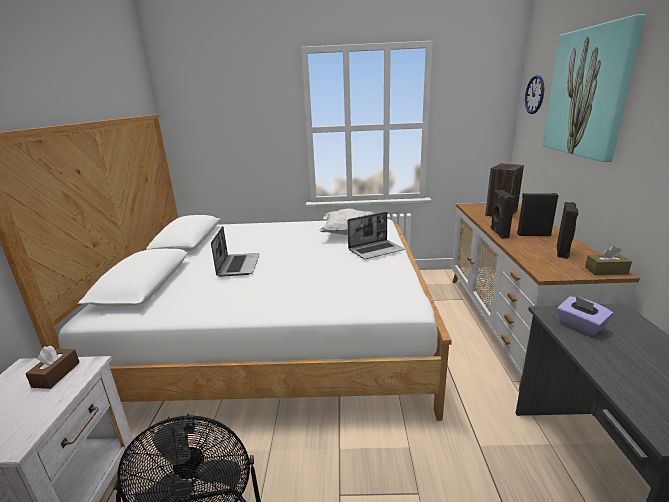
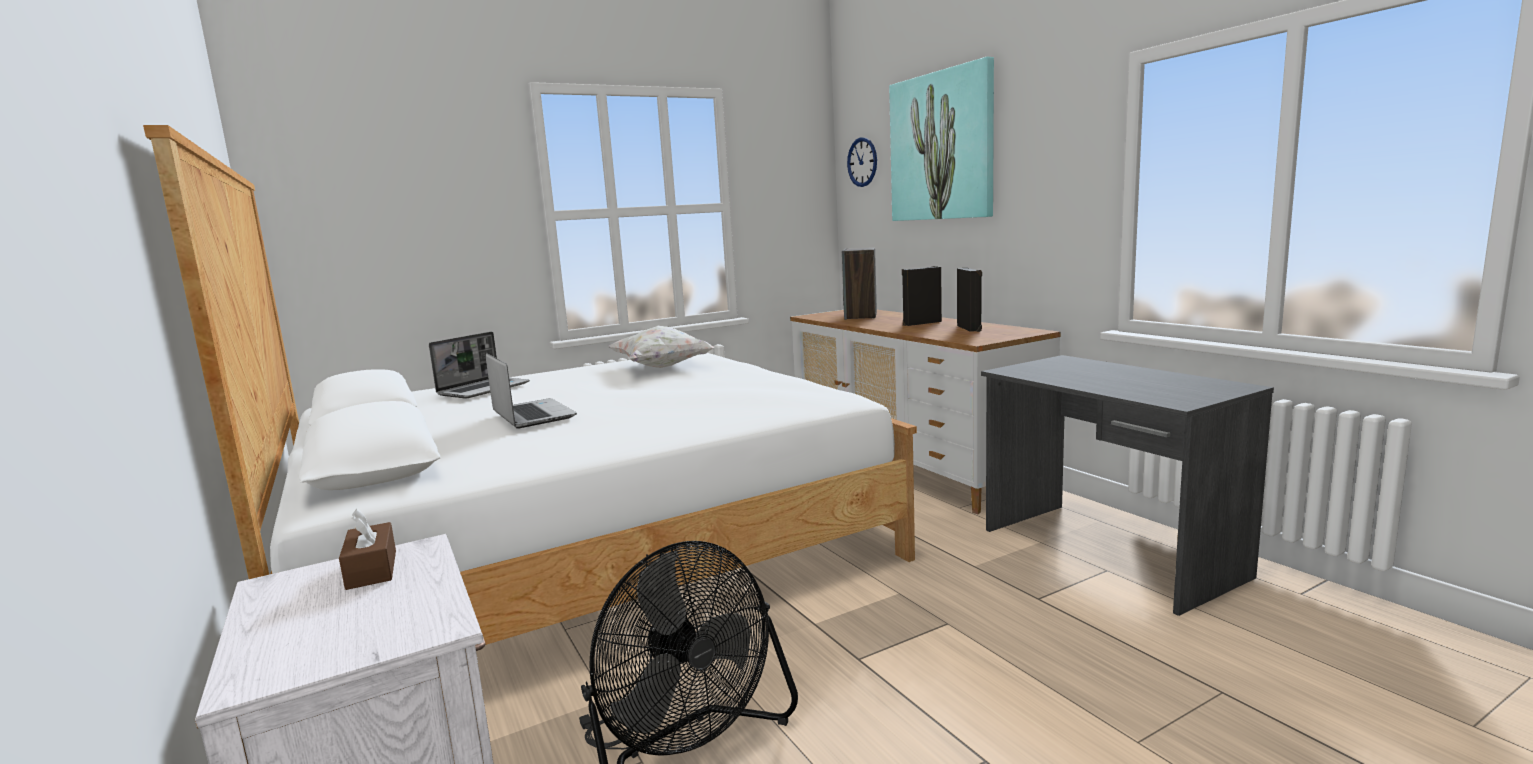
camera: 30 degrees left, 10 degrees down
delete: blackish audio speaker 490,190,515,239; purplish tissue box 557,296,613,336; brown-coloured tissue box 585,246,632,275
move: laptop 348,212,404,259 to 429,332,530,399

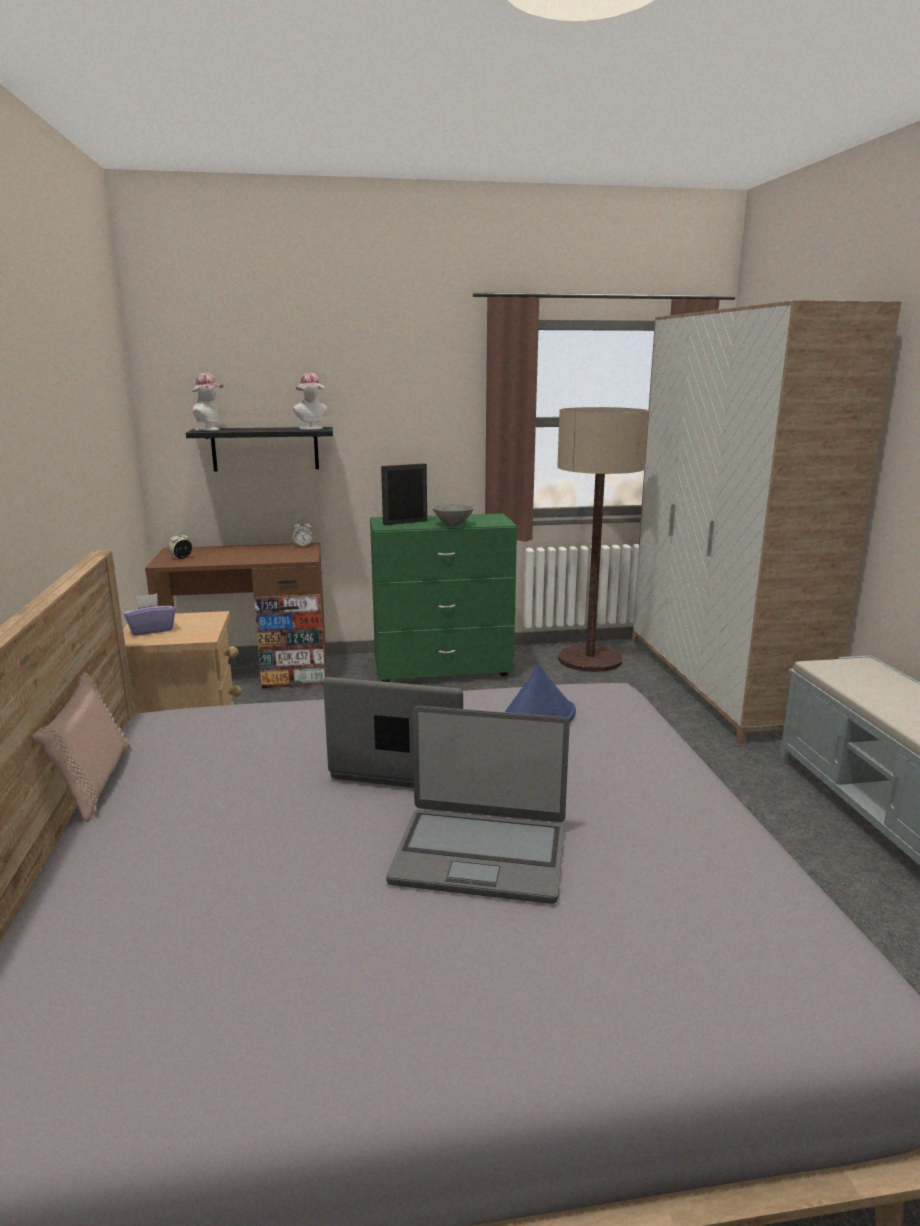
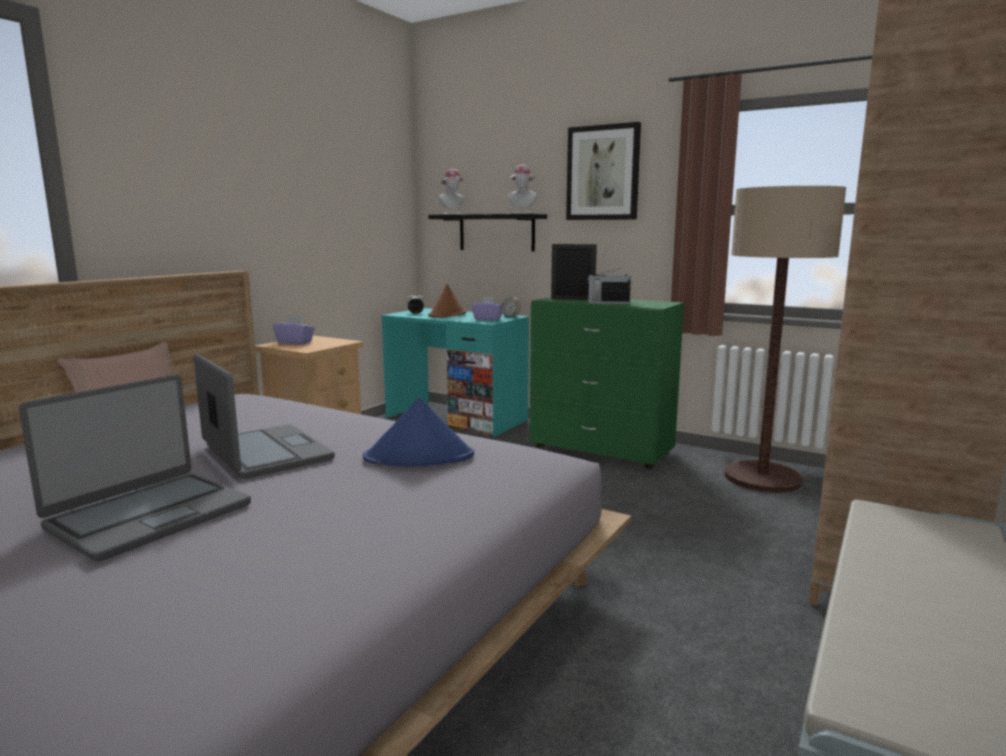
camera: 40 degrees right, 5 degrees down
insert: brown-coloured wearable hat 429,284,466,318; purplish tissue box 472,296,504,321; wall picture 566,122,641,220
replace: greyish bowl 433,504,474,526 to radio receiver 587,268,631,304
recolor: brown-coloured desk unit 145,543,326,689 to blue-green desk unit 381,308,529,437
rotate: laptop 386,706,570,904 = 19,374,251,562 105 degrees counterclockwise

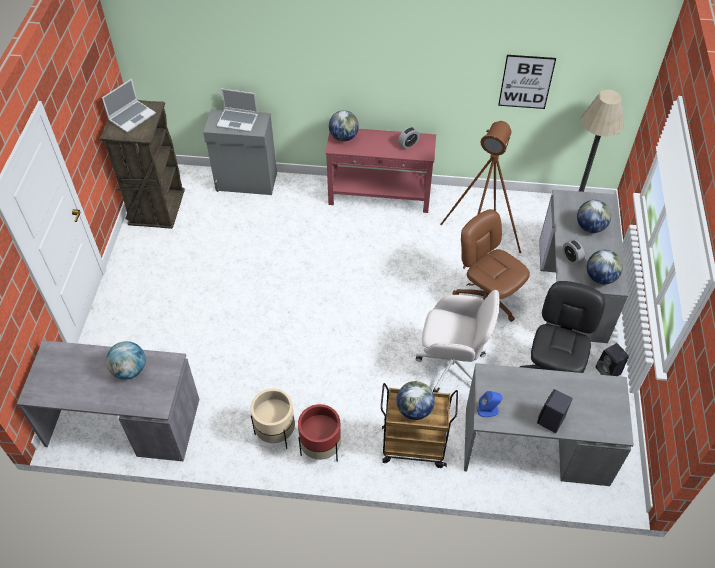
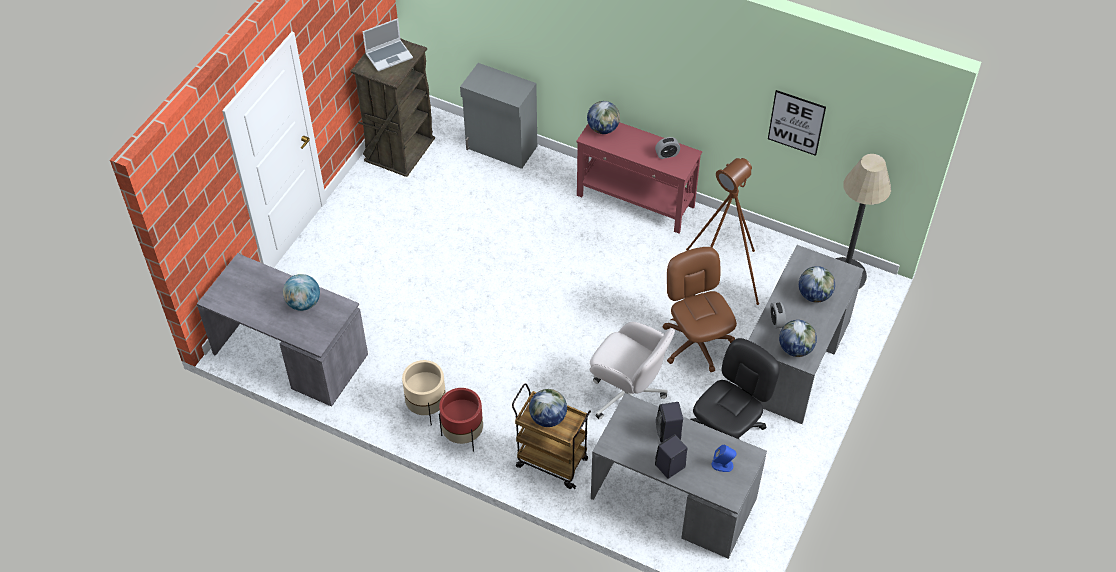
camera: 20 degrees right, 0 degrees up
delete: laptop 217,88,258,132
move: bluish audio speaker 477,391,502,417 to 712,445,736,472; blackish audio speaker 596,343,629,376 to 656,402,683,443

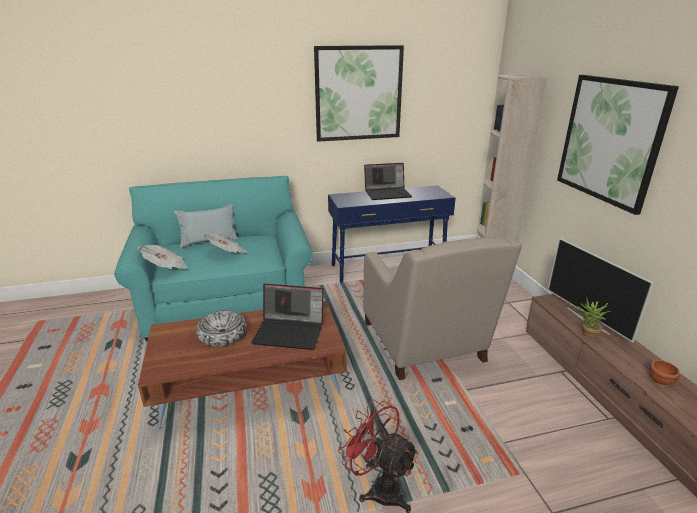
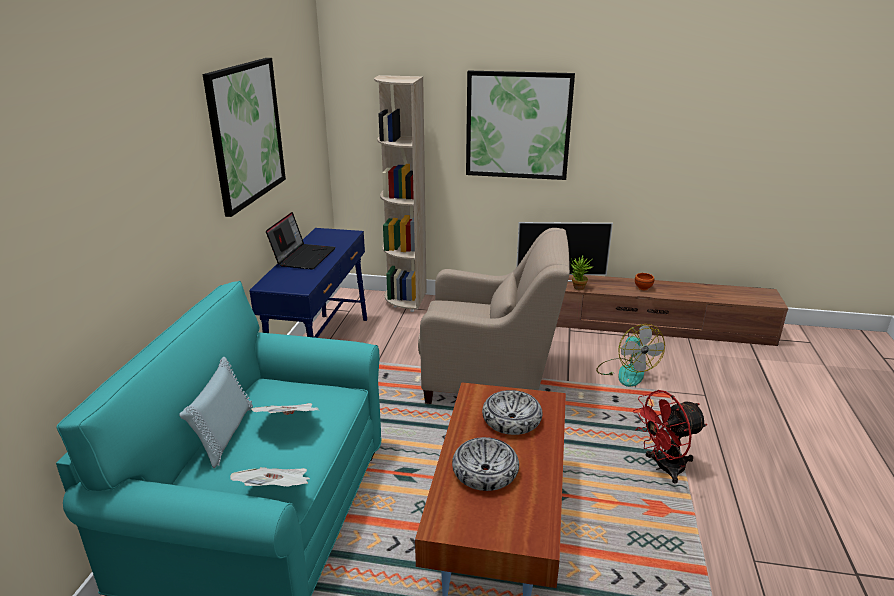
camera: 65 degrees left, 0 degrees up
insert: cooling fan 596,324,665,387
replace: laptop 251,284,324,350 to bowl 482,390,542,435

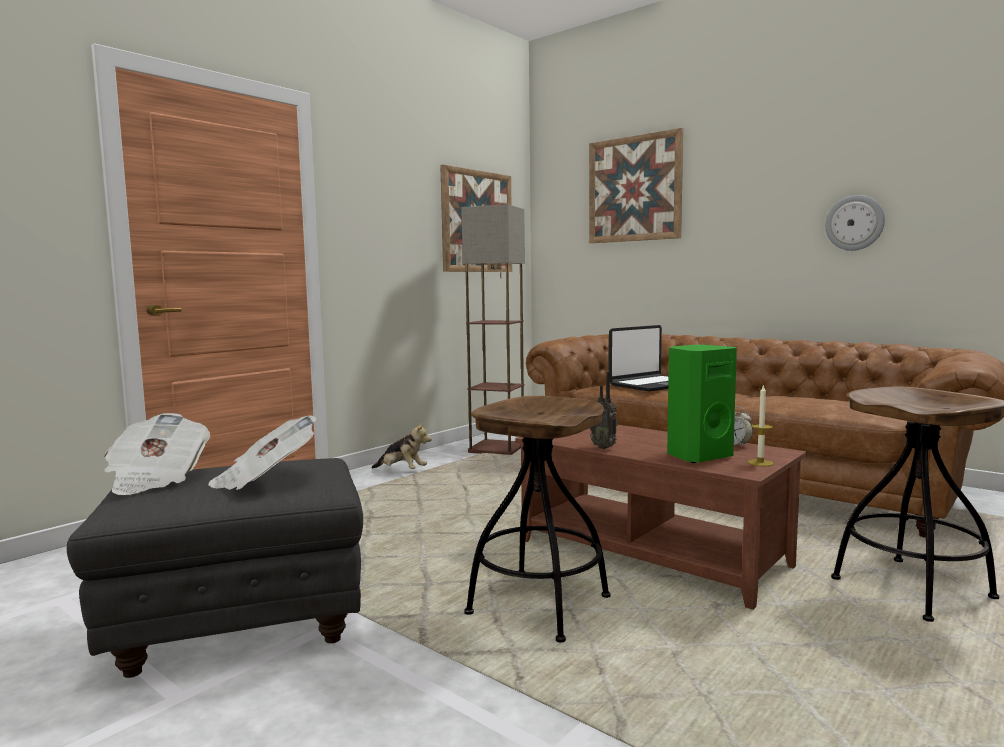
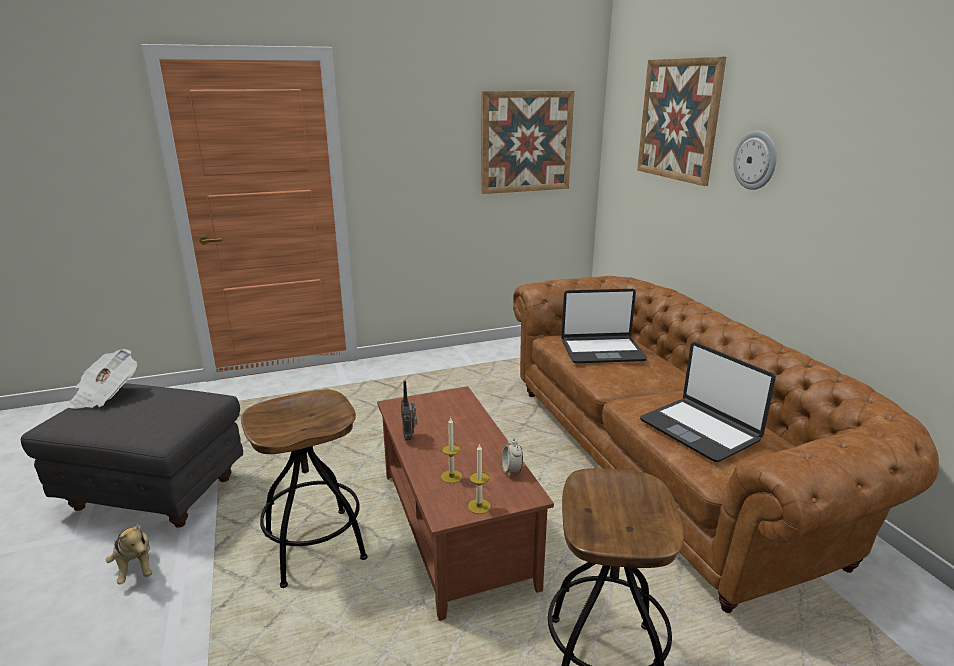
camera: 30 degrees right, 15 degrees up
delete: newspaper 208,415,317,490; standard lamp 461,204,525,455
insert: laptop 640,342,776,462
move: soft toy 371,422,432,469 to 106,520,152,584; hanging clock 825,195,885,251 to 733,131,776,190
replace: greenish audio speaker 667,345,737,463 to wax candle 441,417,462,483

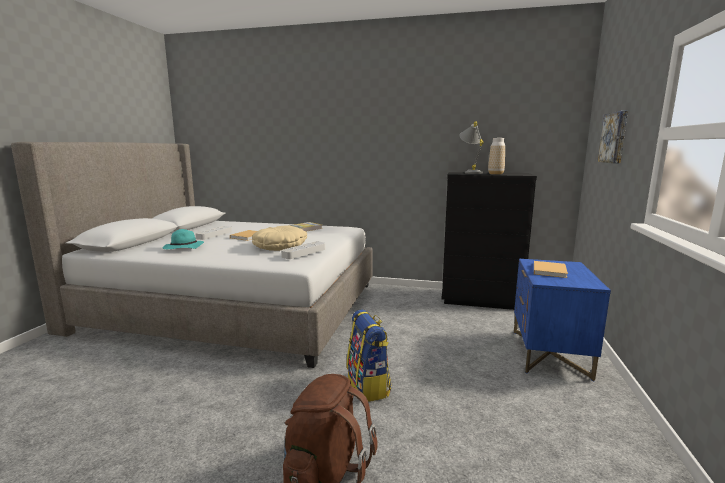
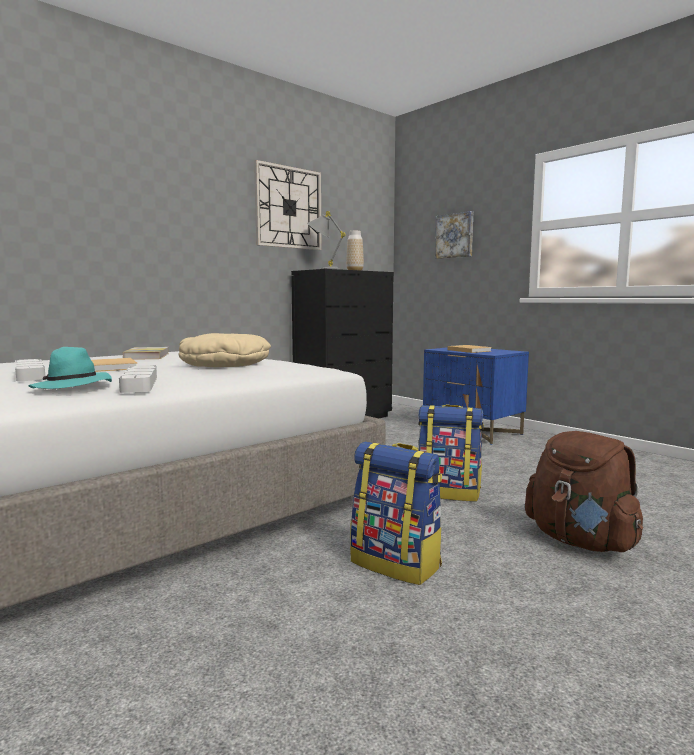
camera: 55 degrees left, 5 degrees down
insert: hanging clock 254,160,322,250; rucksack 350,442,442,585
move: greyish tray 281,241,325,259 to 119,365,157,393

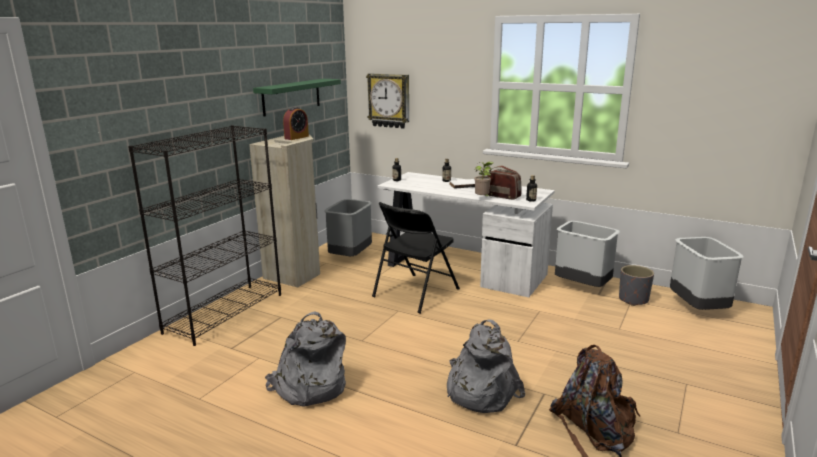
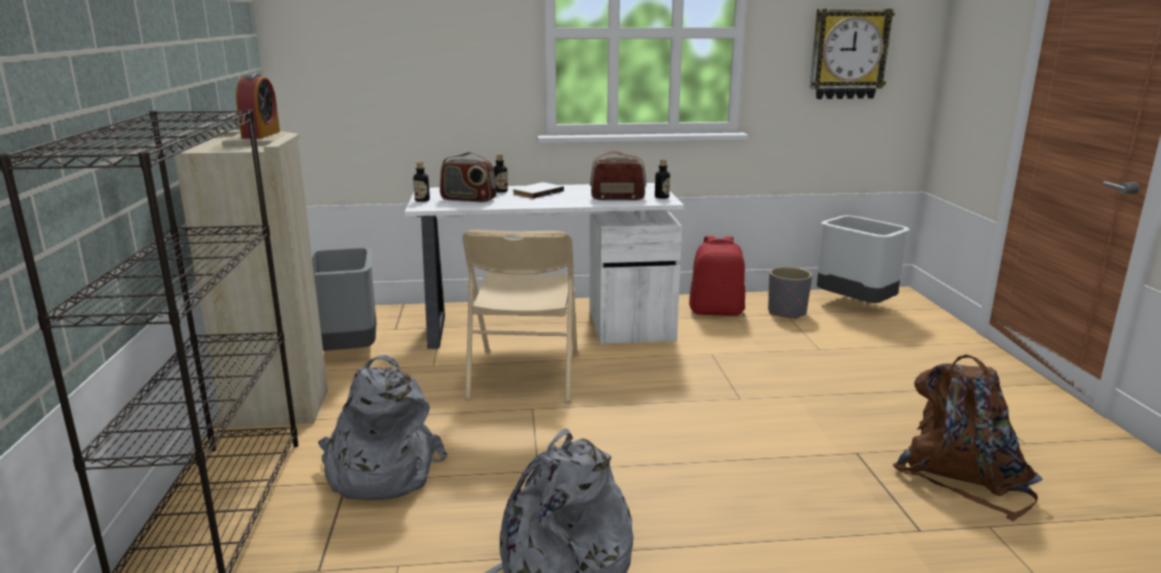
camera: 35 degrees left, 0 degrees up
delete: greenish wall shelf 253,79,341,117; plant in a pot 474,161,494,196
insert: radio receiver 440,152,497,203
move: hanging clock 366,73,409,129 to 810,9,895,99; greyish rucksack 447,319,525,413 to 318,355,447,500
replace: greyish waste bin 555,221,620,287 to red rucksack 689,236,745,316
recolor: blackish plain chair 372,202,460,314 to beige plain chair 462,230,578,403

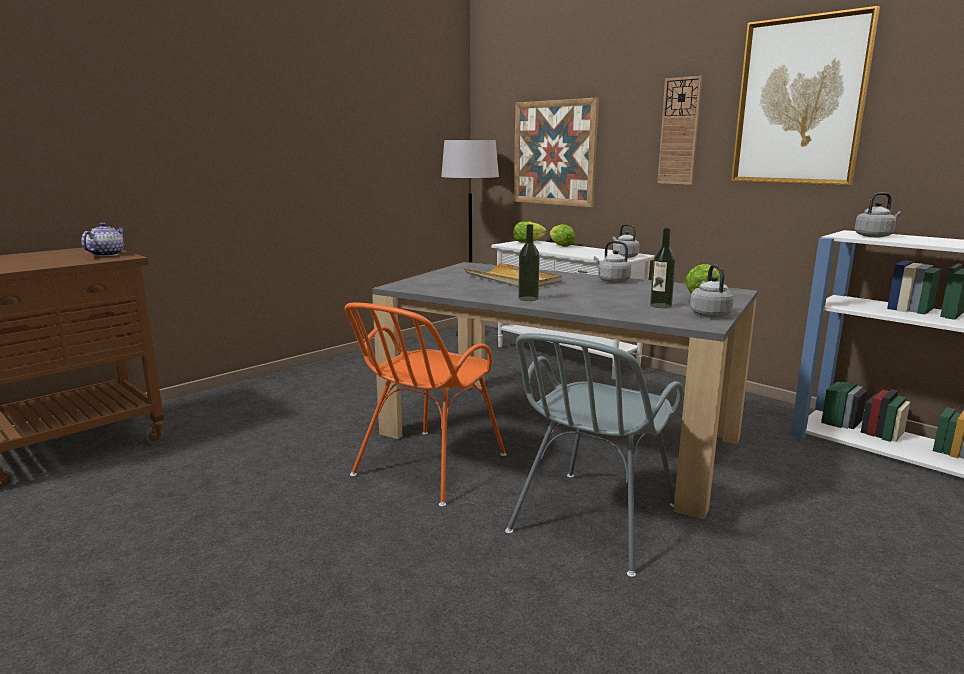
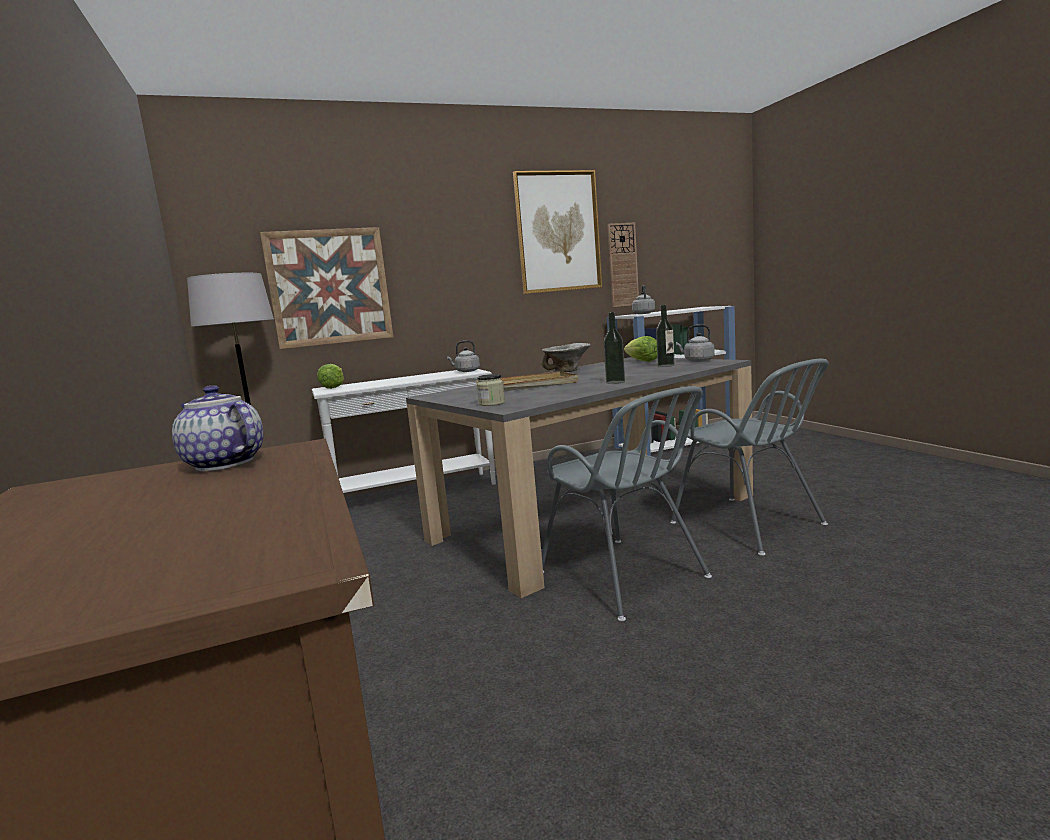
camera: 65 degrees left, 5 degrees down
delete: lettuce head 550,224,575,247
insert: jar 477,374,505,406
move: hanging clock 657,76,702,185 to 607,223,639,307
replace: greyish tea kettle 594,241,631,283 to bowl 541,343,591,372
recolor: orange plain chair 345,303,507,507 to greyish plain chair 542,386,712,621

